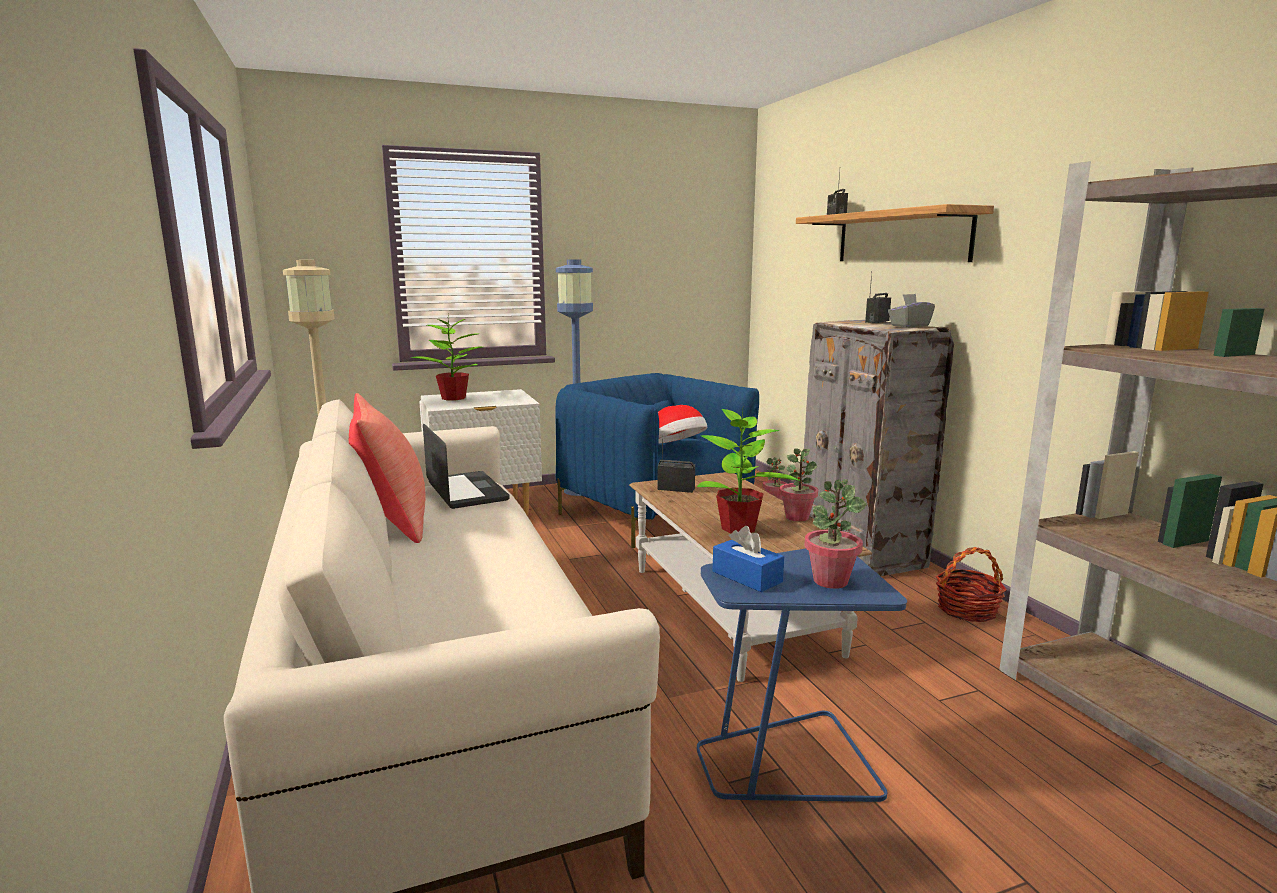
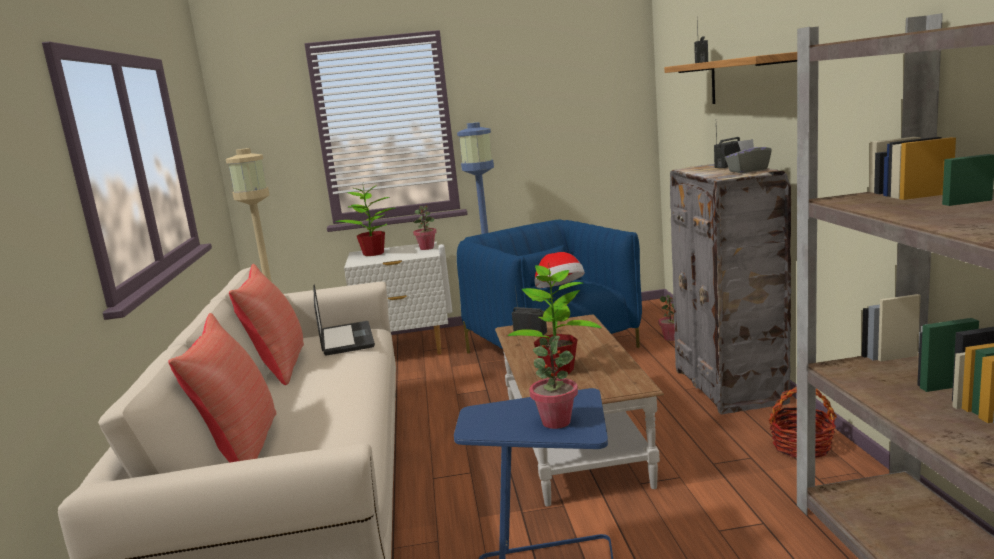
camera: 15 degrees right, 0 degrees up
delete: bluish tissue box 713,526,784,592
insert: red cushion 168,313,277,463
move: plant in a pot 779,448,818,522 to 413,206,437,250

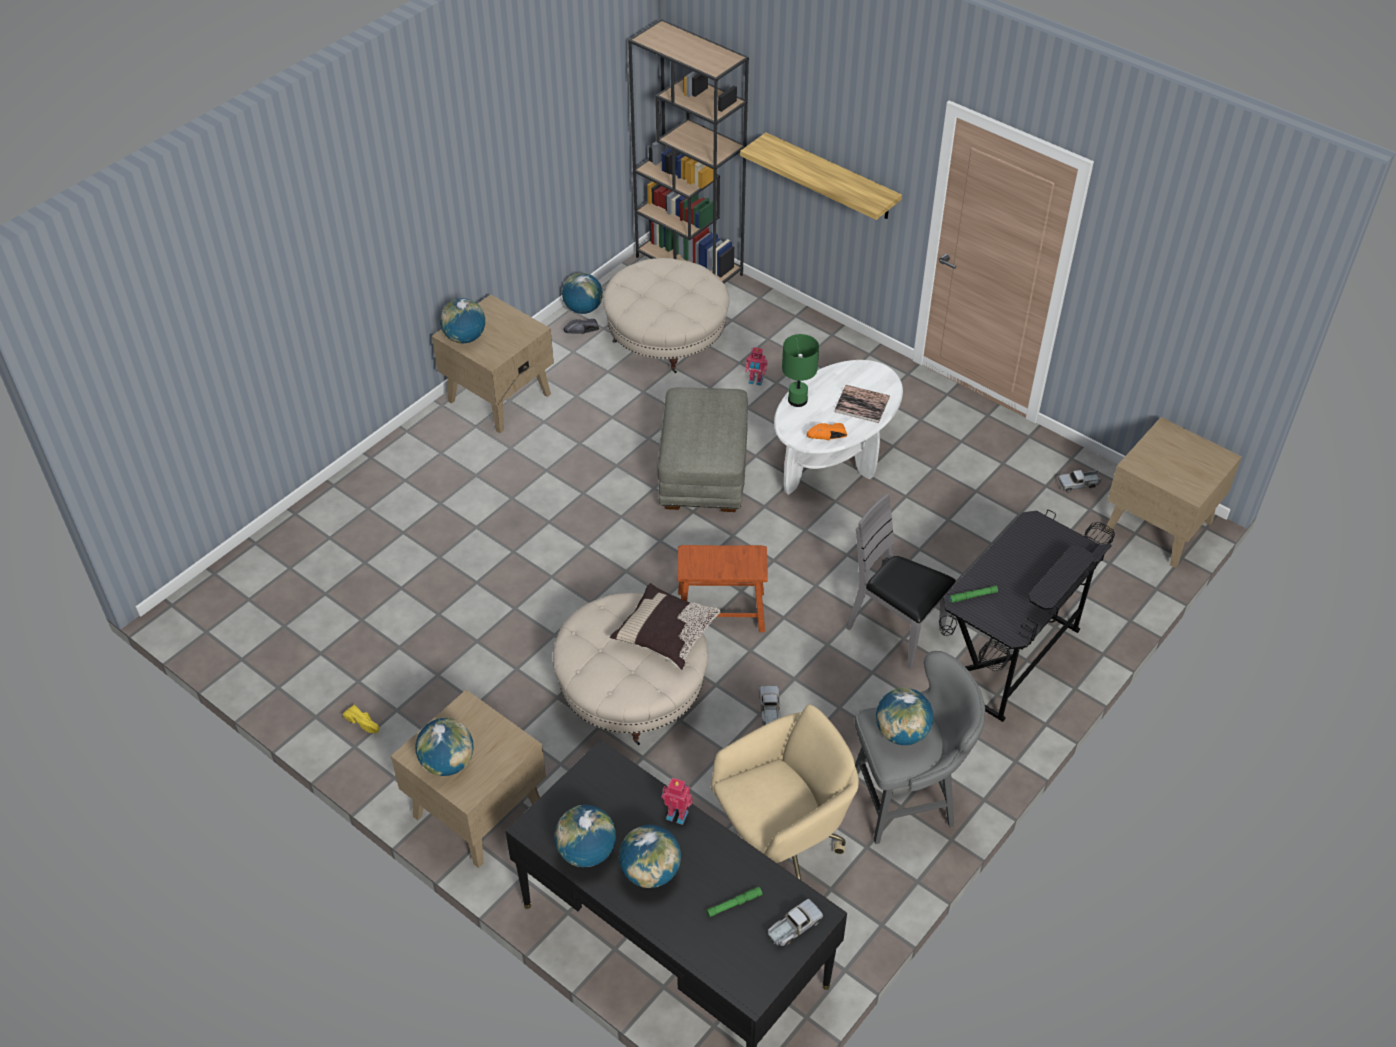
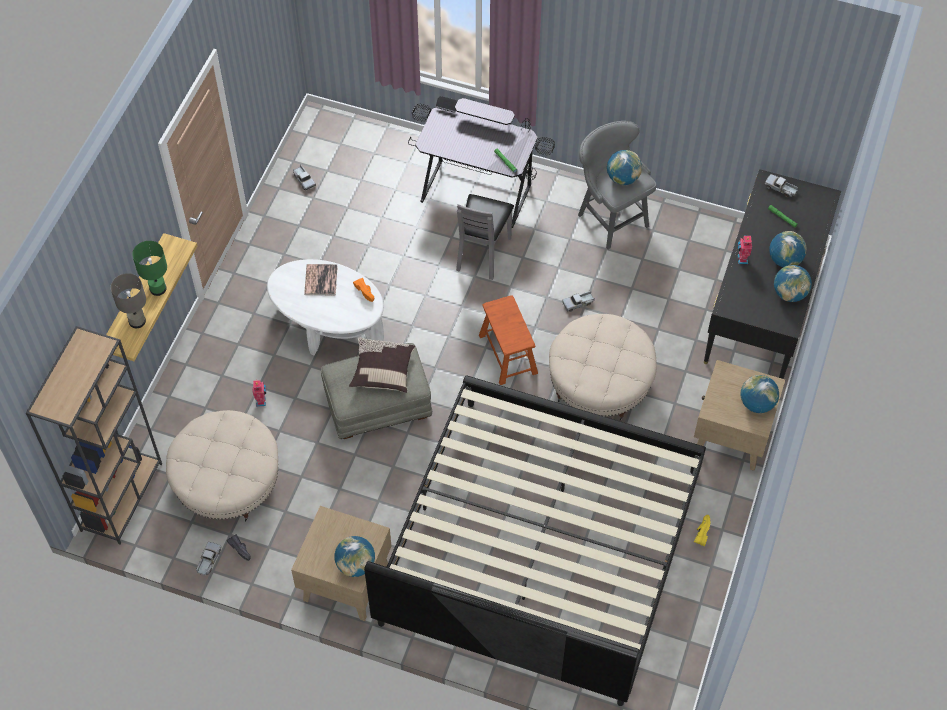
camera: 110 degrees left, 10 degrees up
delete: beige desk chair 711,704,859,880; beige nightstand 1105,417,1242,568
insert: greyish tabletop lamp 111,273,146,328; bedroom bed 364,375,706,706
move: cushion 610,583,721,670 to 349,337,416,393; greenish tabletop lamp 782,334,819,407 to 132,241,167,296
replace: desk globe 562,273,603,314 to toy truck 196,542,221,575

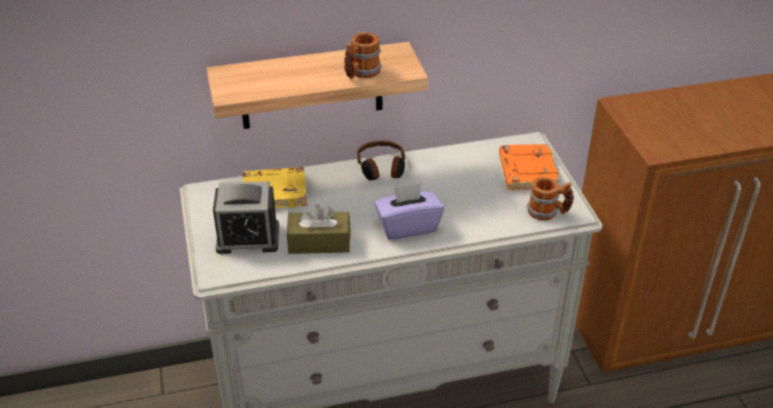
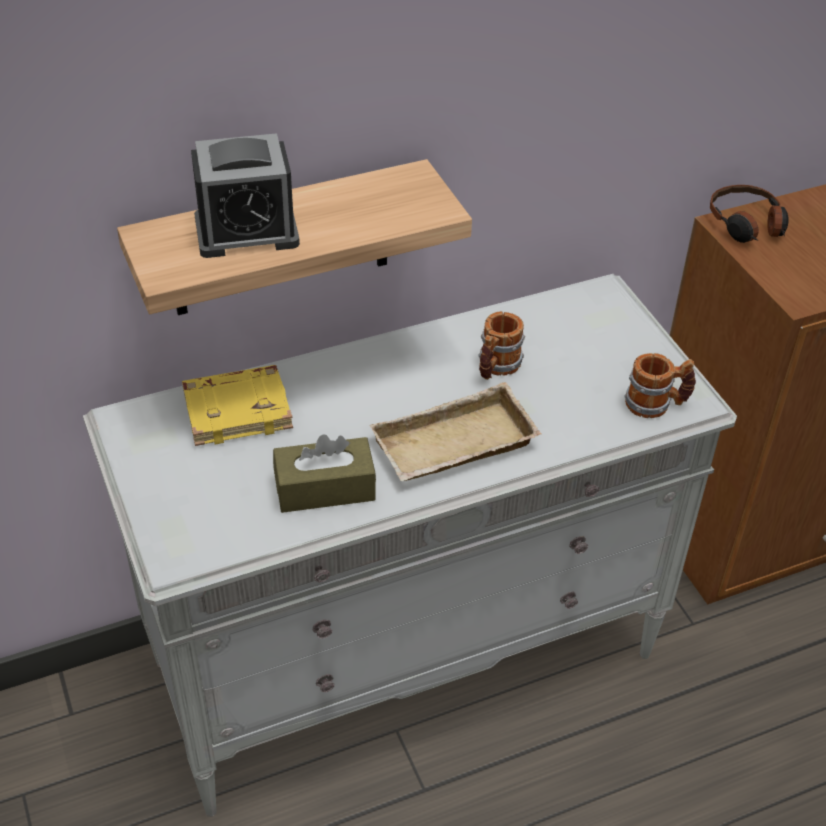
camera: 10 degrees left, 5 degrees up
delete: orange book 499,144,560,190
move: alarm clock 213,181,279,254 to 191,133,300,258; tea mug 344,32,382,79 to 478,311,525,380; pair of headphones 357,141,405,181 to 710,185,789,243
replace: purplish tissue box 374,183,444,240 to beige tray 369,382,541,481

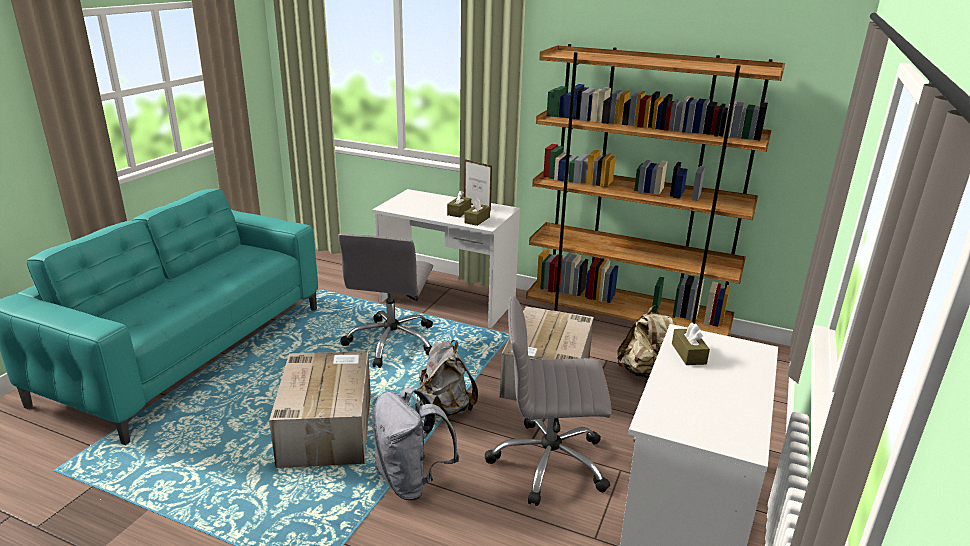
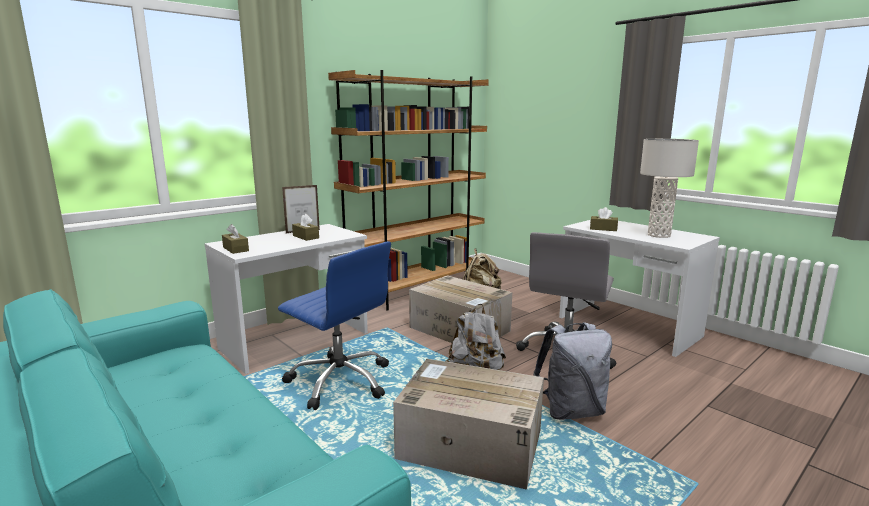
camera: 65 degrees left, 10 degrees down
insert: white-coloured tabletop lamp 640,139,699,238
move: brown-coloured tissue box 464,198,490,226 to 222,224,249,254
recolor: greyish desk chair 338,233,433,368 to bluish desk chair 278,241,391,410

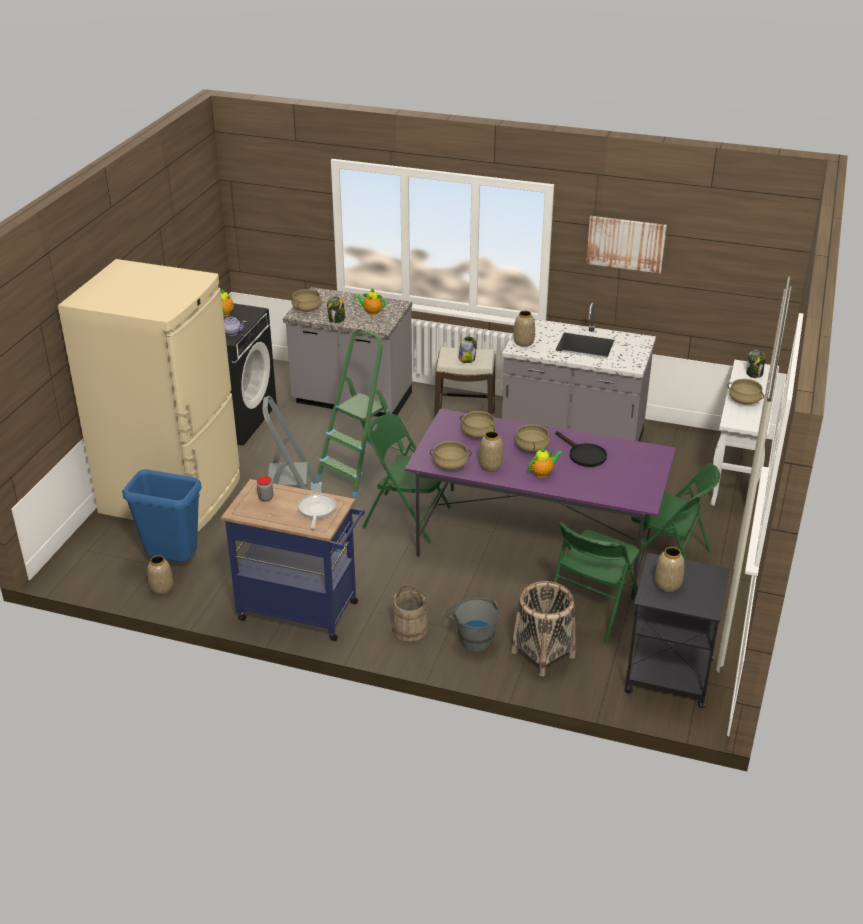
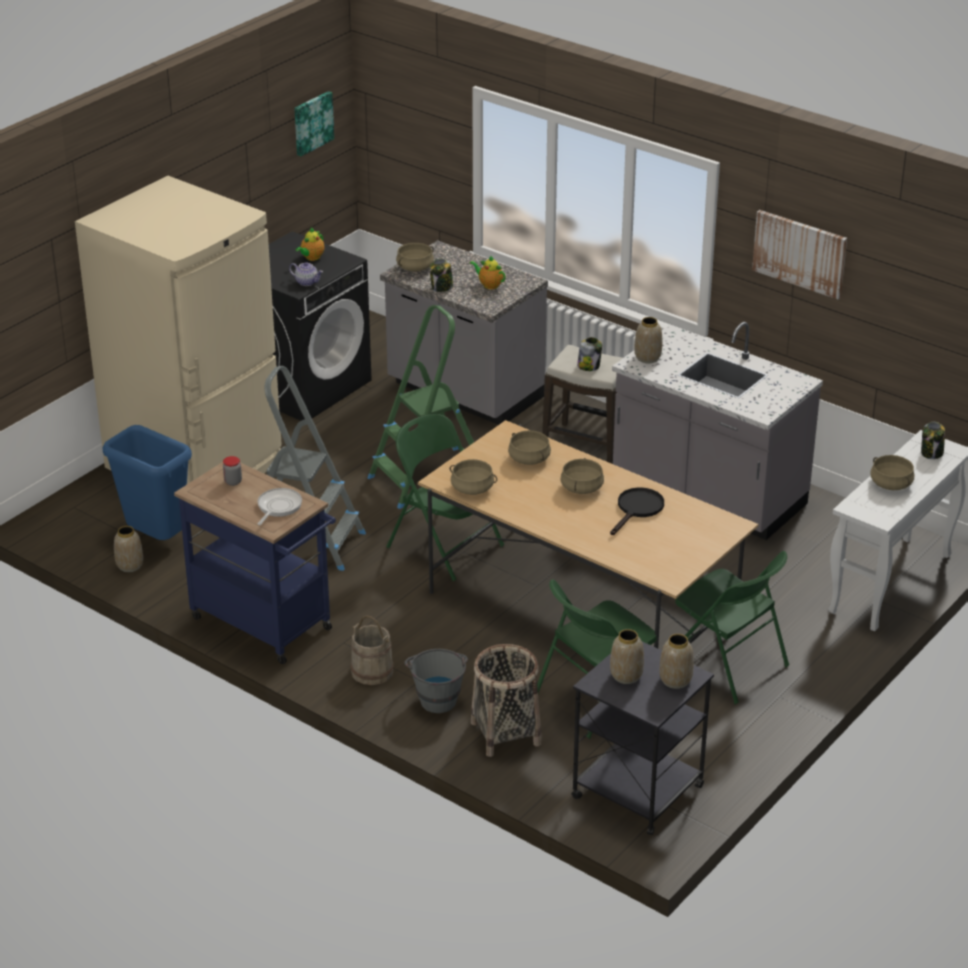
camera: 20 degrees right, 0 degrees up
delete: tea pot 528,447,562,478
insert: wall picture 294,91,334,156
move: decorative vase 479,431,503,471 to 660,634,694,689
recolor: purplish dining table 405,408,676,599 to beige dining table 418,420,758,648
rotate: blackish pan 555,431,607,467 = 610,487,664,535 135 degrees counterclockwise

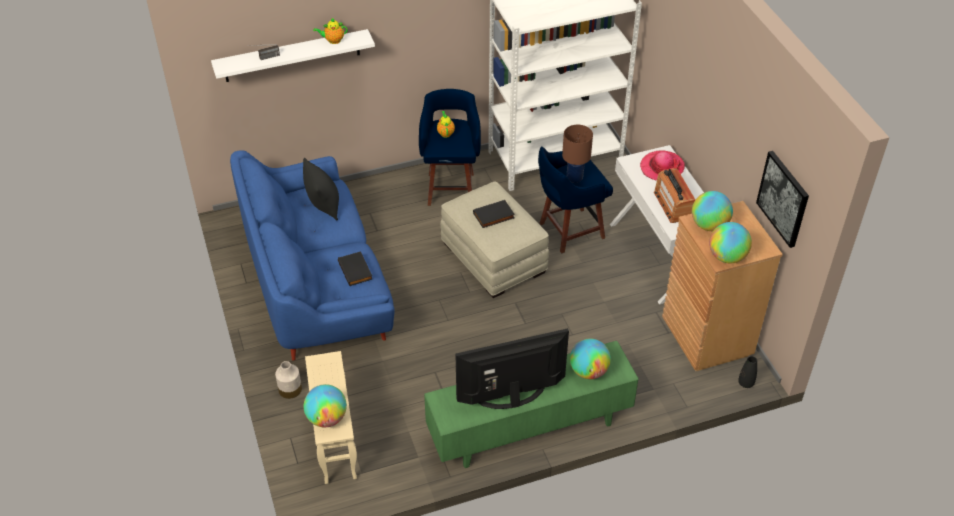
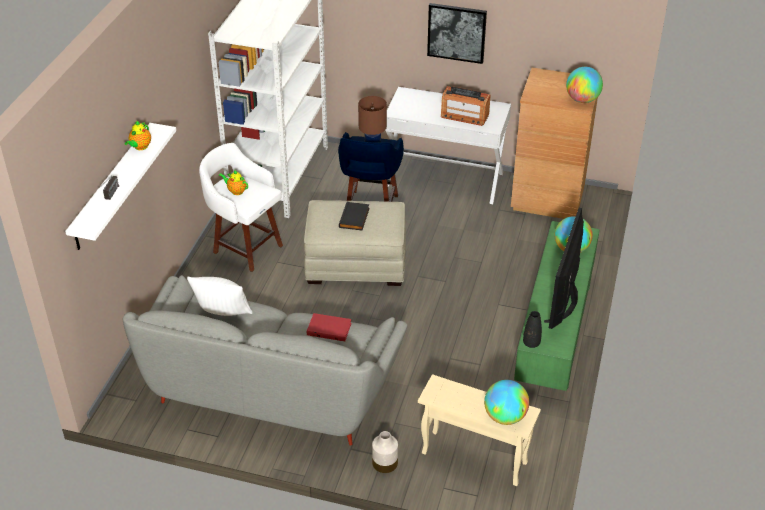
camera: 55 degrees left, 5 degrees down
delete: wearable hat 640,150,685,181; desk globe 692,191,733,231
move: blackish decorative vase 738,356,757,388 to 523,311,542,348; wall picture 756,151,809,248 to 427,3,487,64
recolor: bluish sofa 230,150,395,360 to greyish sofa 123,275,408,446; blackish cushion 303,158,339,221 to white-coloured cushion 187,277,252,316; blackish book 338,251,372,286 to red book 307,313,352,341; bluish sitting stool 419,89,481,206 to white-coloured sitting stool 199,143,283,272

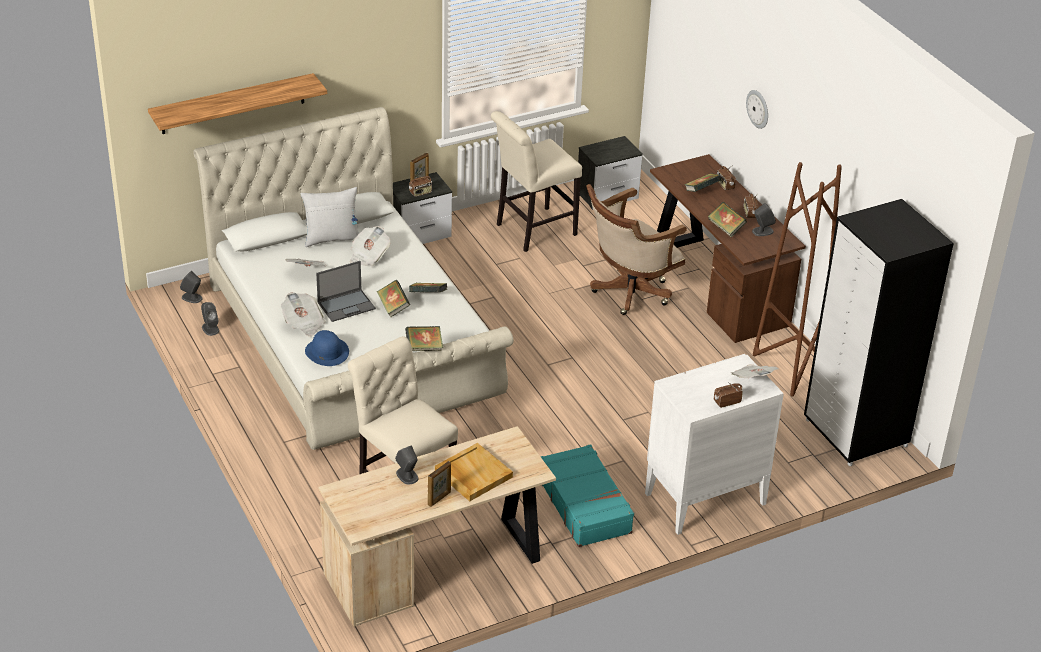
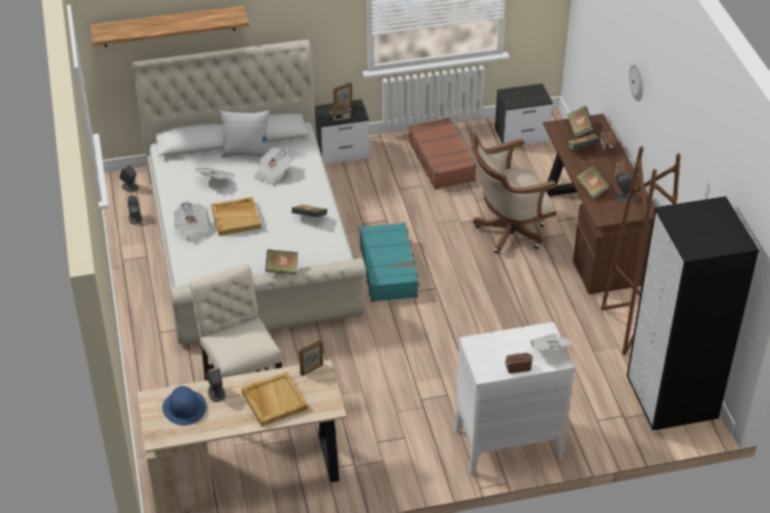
camera: 15 degrees right, 5 degrees up
move: bluish wearable hat 305,330,349,366 to 162,386,206,426; book 377,280,410,317 to 567,106,594,138; standing frame 428,461,451,507 to 299,340,323,376; blue-green travel case 541,444,634,547 to 359,223,421,302
replace: laptop 316,261,376,322 to beige tray 211,197,261,236; beige sitting stool 491,111,582,252 to brown-coloured travel case 409,118,477,189

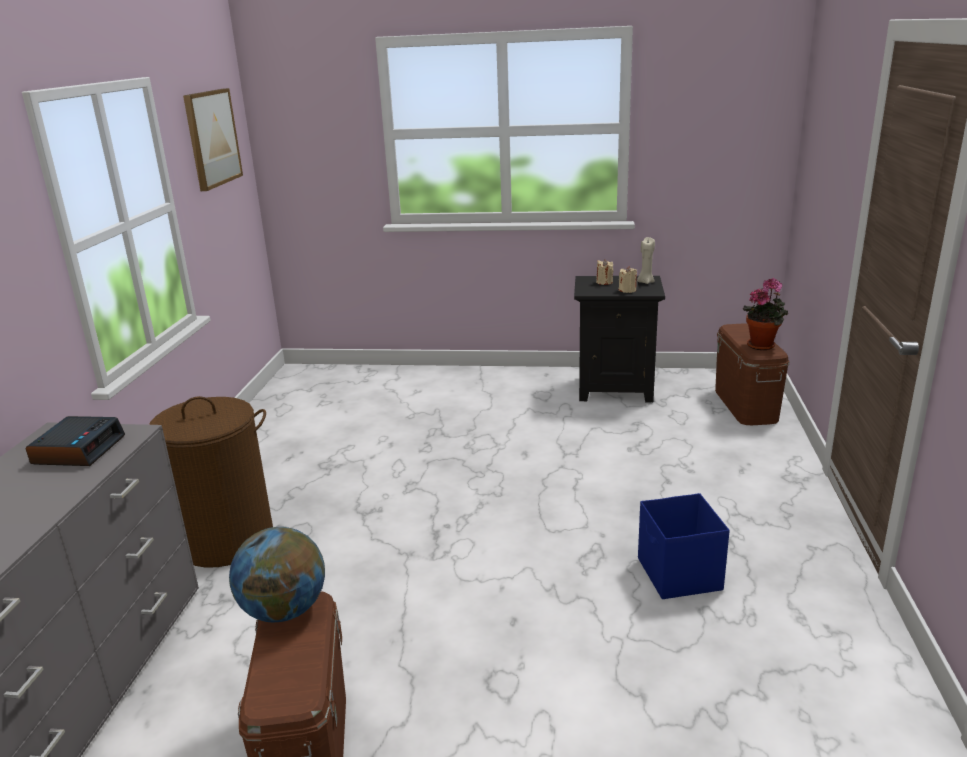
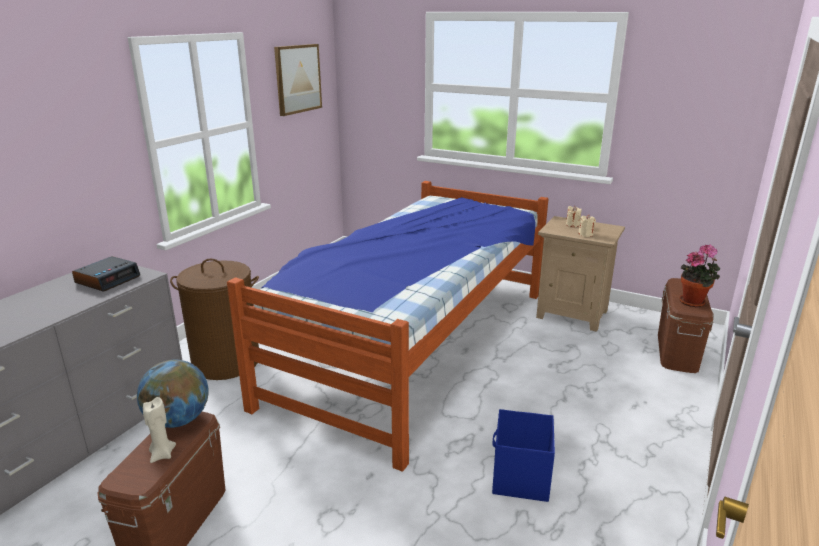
camera: 20 degrees right, 0 degrees up
insert: bedroom bed 227,181,549,472
move: beige wax candle 637,237,655,284 to 143,397,176,463
recolor: blackish nightstand 574,276,665,403 to beige nightstand 536,216,625,332

